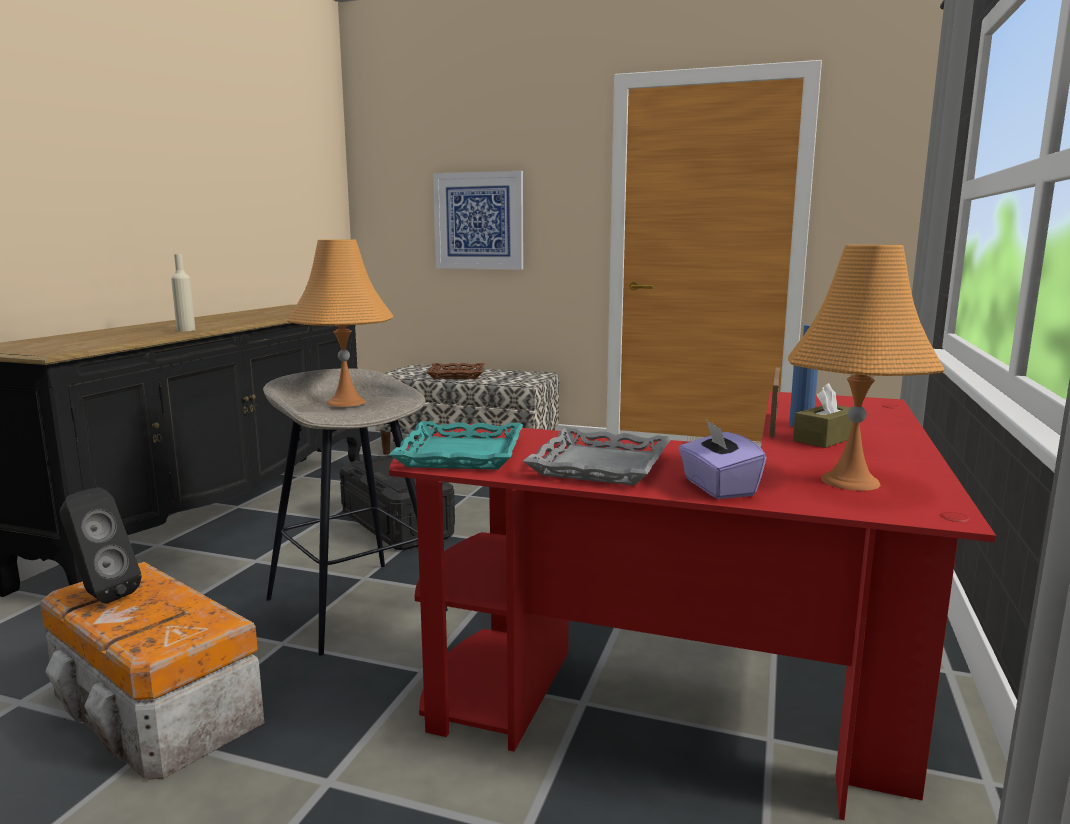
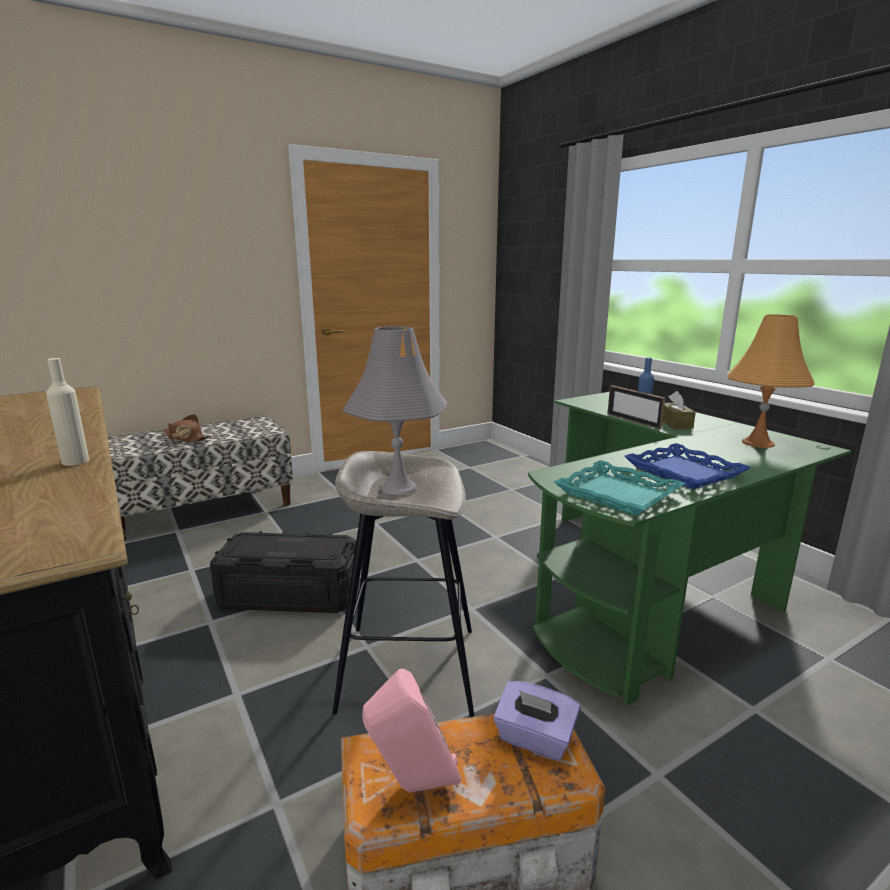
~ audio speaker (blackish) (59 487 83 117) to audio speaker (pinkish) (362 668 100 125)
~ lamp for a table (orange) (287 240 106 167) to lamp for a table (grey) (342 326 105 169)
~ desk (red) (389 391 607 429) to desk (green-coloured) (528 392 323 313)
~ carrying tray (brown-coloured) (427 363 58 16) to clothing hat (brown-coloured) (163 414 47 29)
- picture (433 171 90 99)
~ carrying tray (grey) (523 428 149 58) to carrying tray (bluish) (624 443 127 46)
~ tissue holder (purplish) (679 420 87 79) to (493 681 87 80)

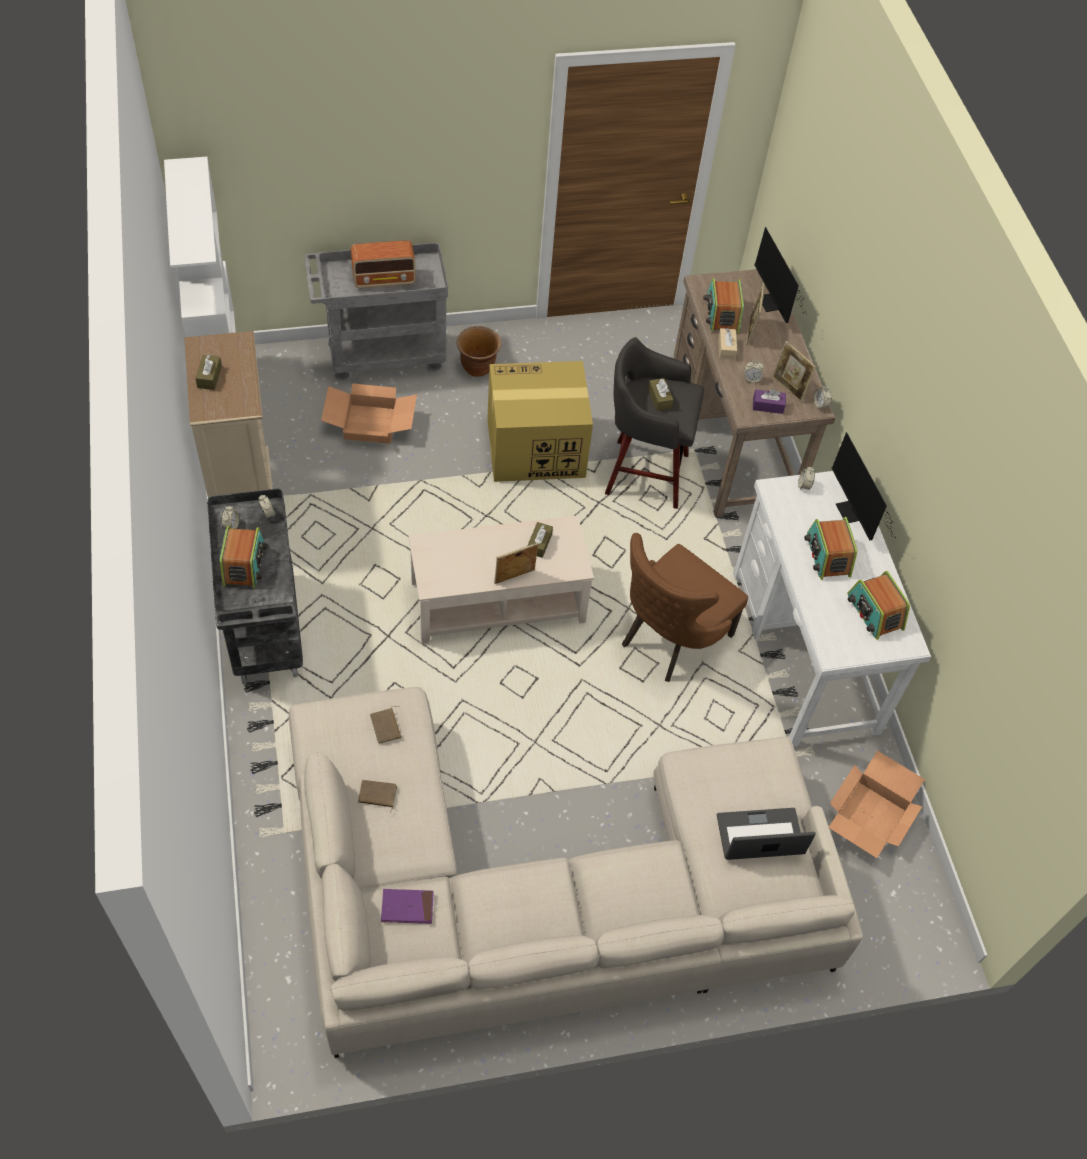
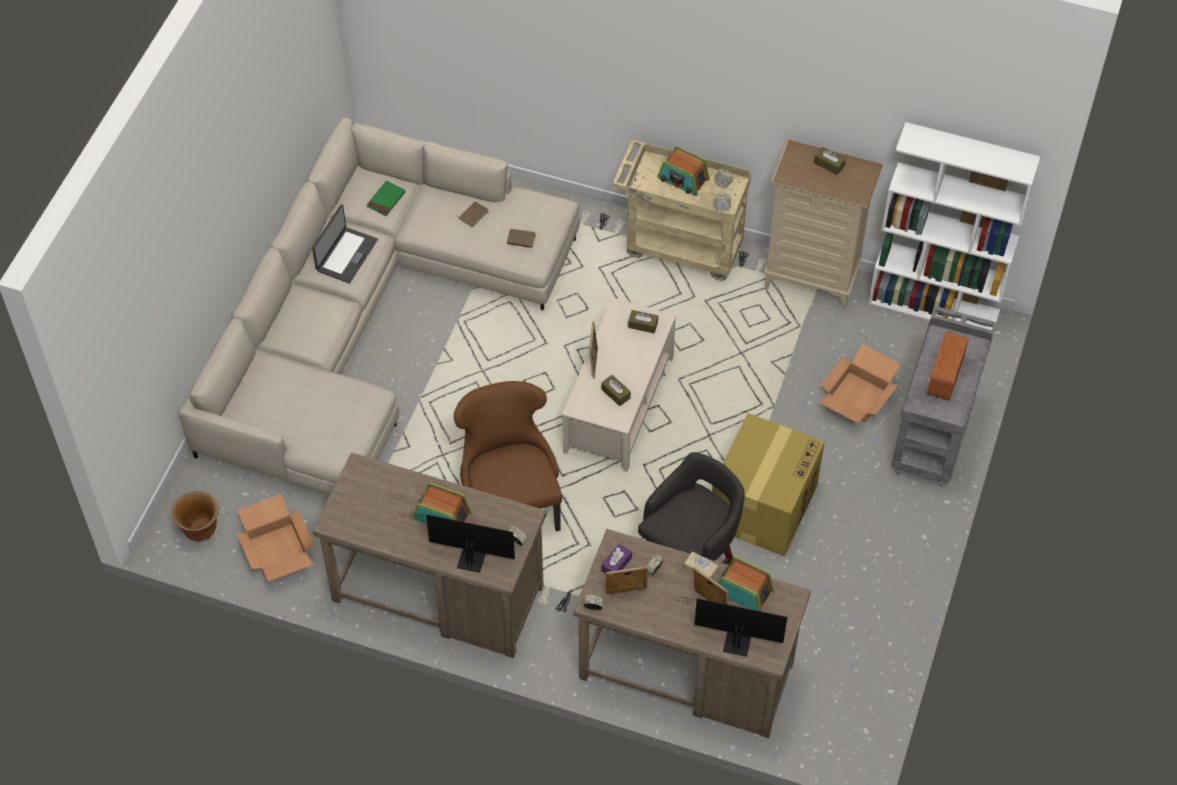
~ trolley (blackish) (207 489 96 195) to trolley (beige-coloured) (613 140 138 141)
~ volume (purplish) (381 889 53 35) to volume (green-coloured) (367 181 39 35)
~ flower pot (brown-coloured) (457 326 44 51) to (172 491 47 50)
~ tissue holder (brown-coloured) (648 378 25 33) to (628 310 30 23)
~ portable computer (717 808 99 52) to (312 204 66 79)
~ desk (white-coloured) (733 471 198 277) to desk (brown-coloured) (313 452 234 206)
- radio (847 571 63 69)

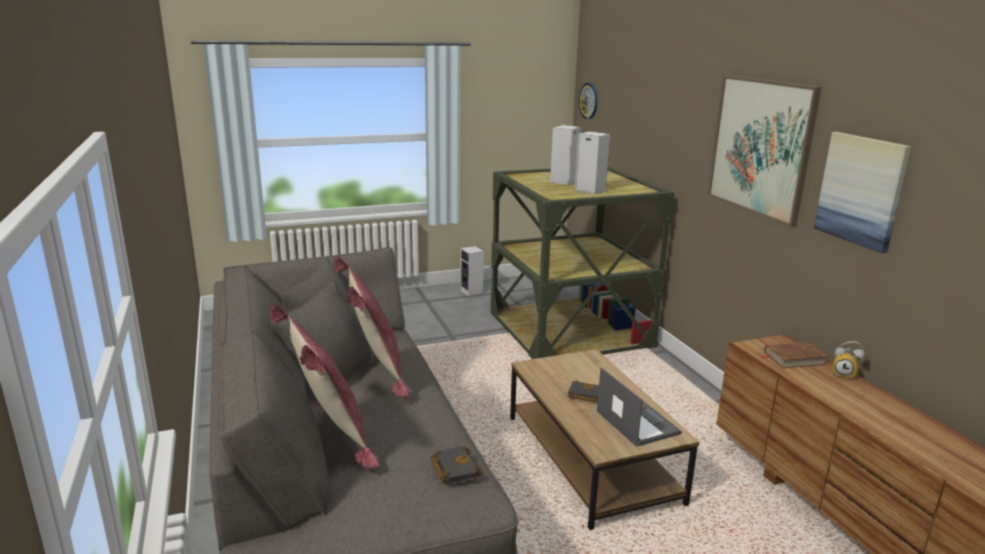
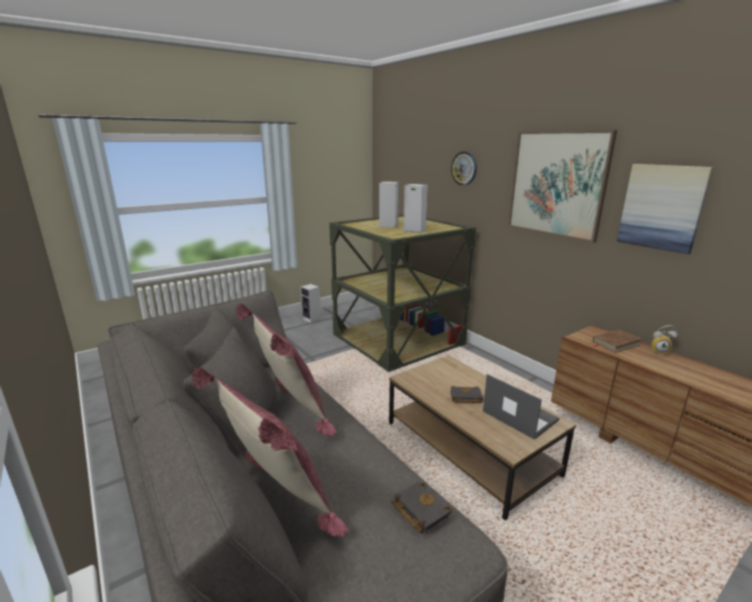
~ hanging clock (579 83 19 36) to (451 151 26 34)

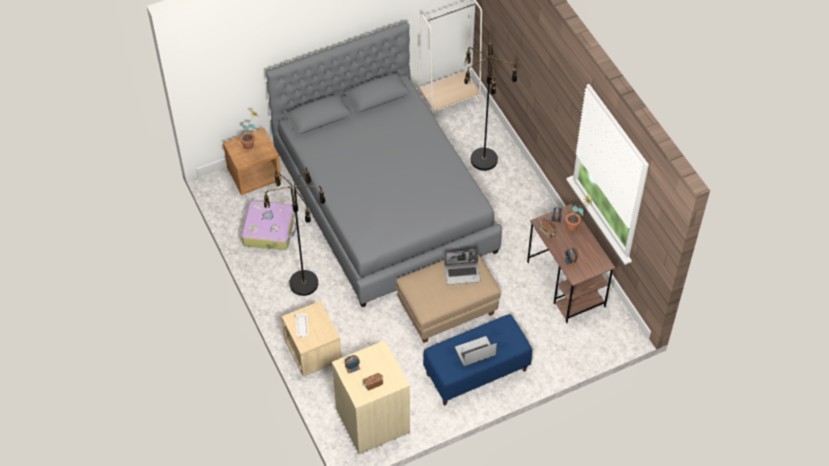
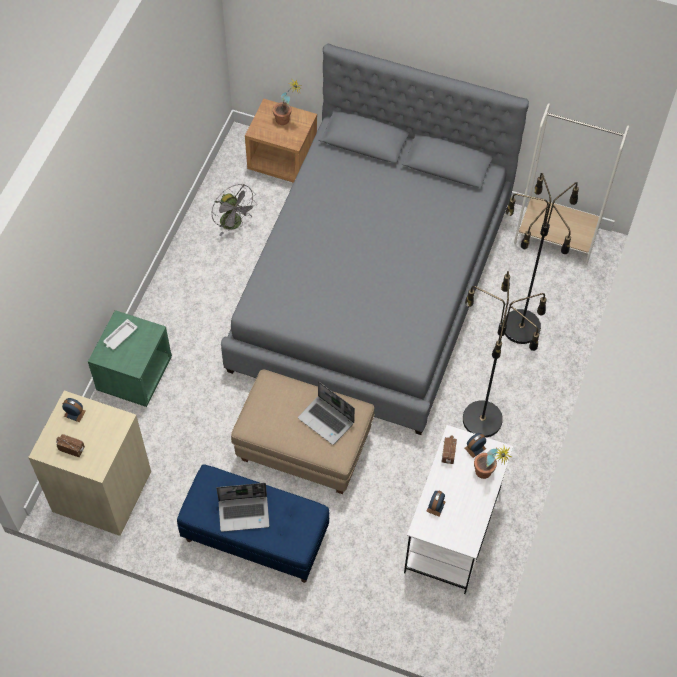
~ travel case (241 201 56 49) to cooling fan (grey) (211 184 46 52)
~ standard lamp (264 167 61 129) to (463 271 84 166)
~ night table (beige-coloured) (282 301 60 76) to night table (green-coloured) (88 310 84 97)
~ portable computer (455 336 42 30) = (216 483 54 49) 150 degrees clockwise
~ desk (brown-coloured) (527 204 88 119) to desk (white-coloured) (404 425 109 169)

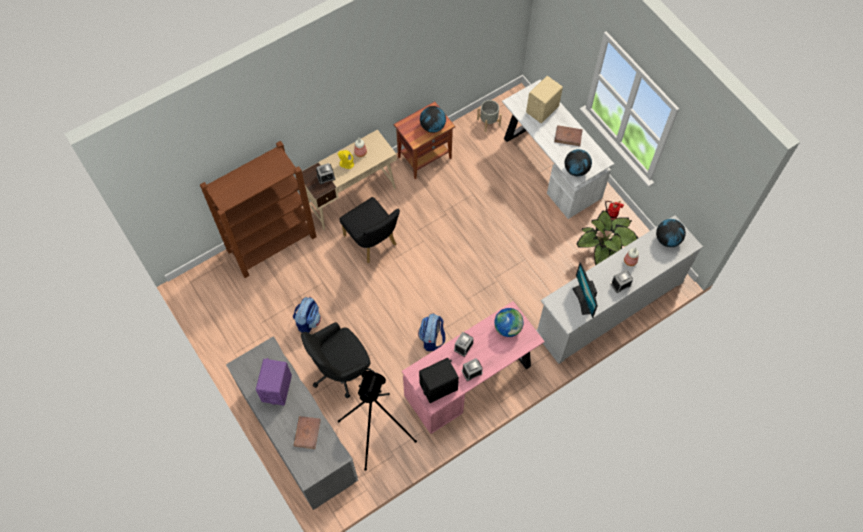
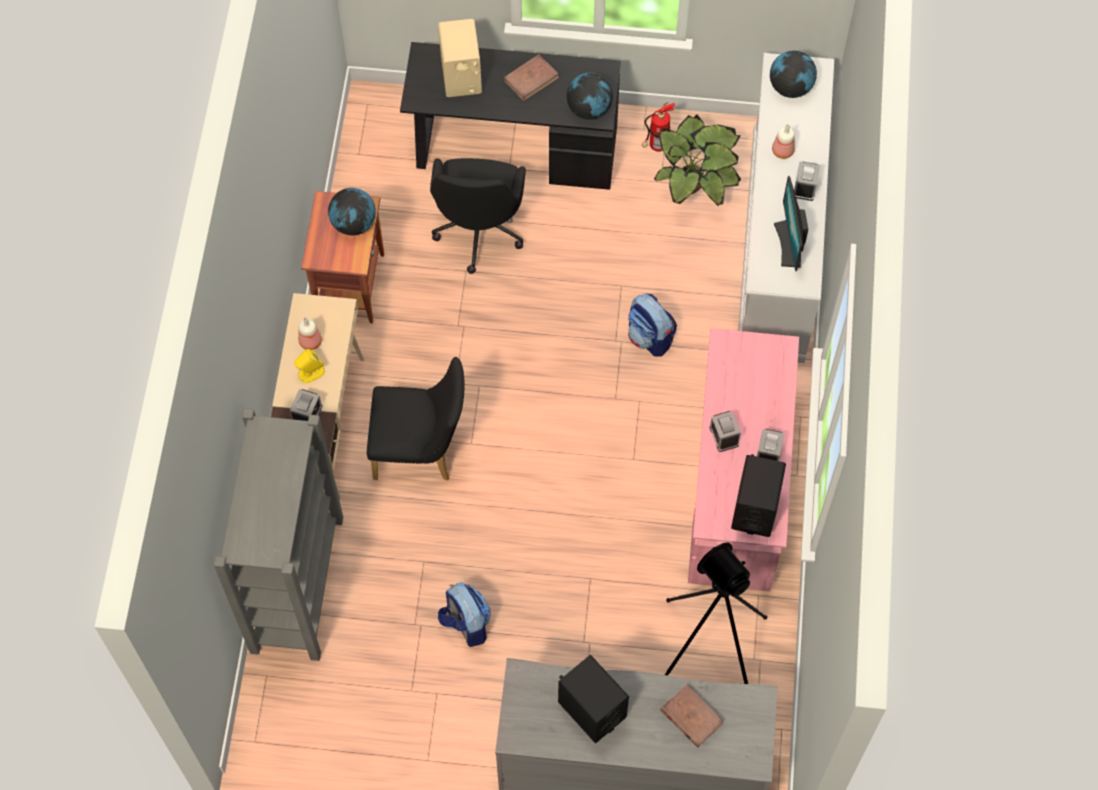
~ shelving unit (brown-coloured) (200 141 117 137) to shelving unit (grey) (213 408 130 253)
~ audio speaker (purplish) (256 358 36 48) to audio speaker (blackish) (558 655 71 88)
~ office chair (blackish) (301 322 72 76) to (430 158 96 116)
~ backpack (418 313 27 38) to (628 293 49 64)
- flower pot (grey) (477 100 25 32)
- world globe (494 308 30 29)
~ desk (white-coloured) (502 80 112 139) to desk (blackish) (400 42 221 148)
~ computer display (572 262 26 56) = (774 176 34 95) 60 degrees clockwise

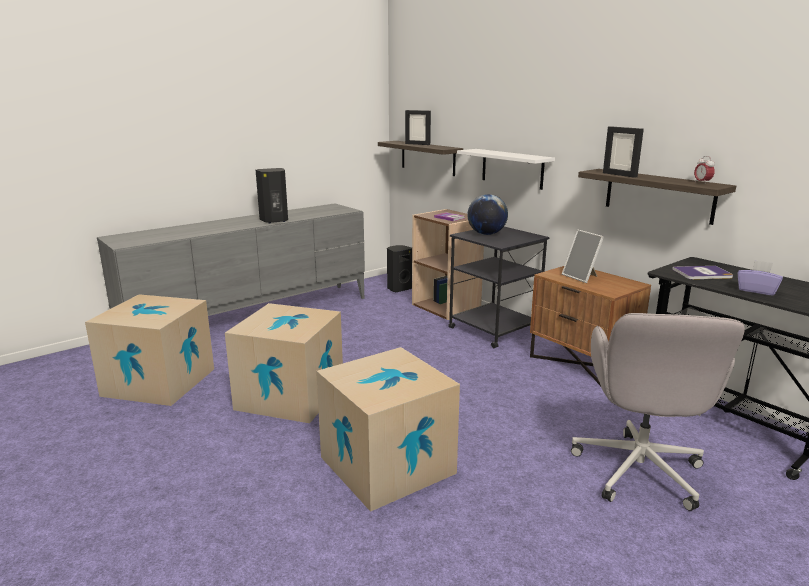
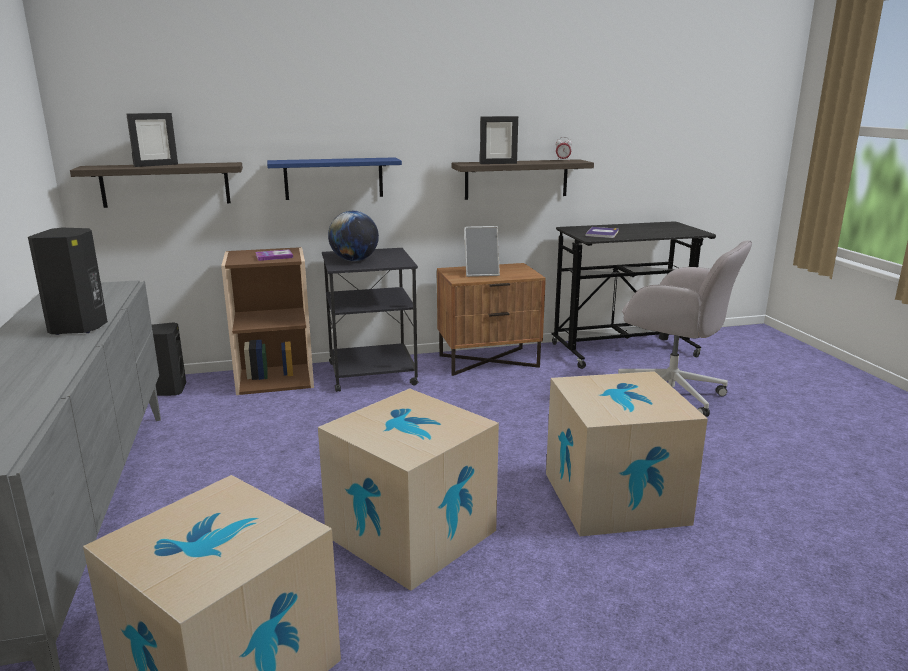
~ shelf (white-coloured) (457 149 98 41) to shelf (bluish) (267 157 135 43)
- tissue holder (purplish) (738 260 45 36)

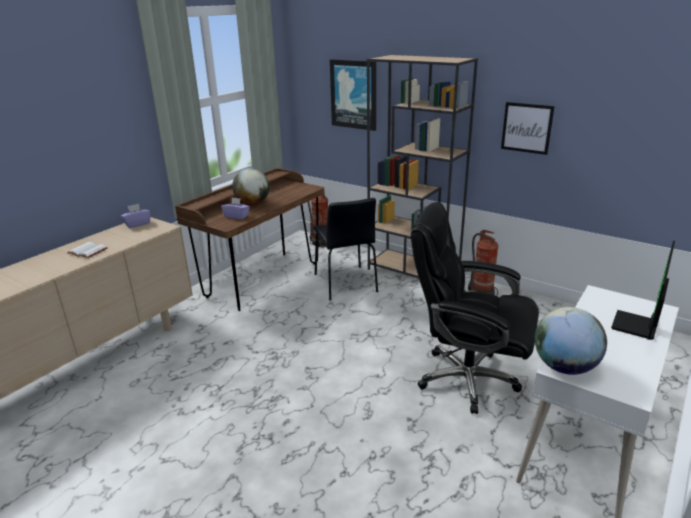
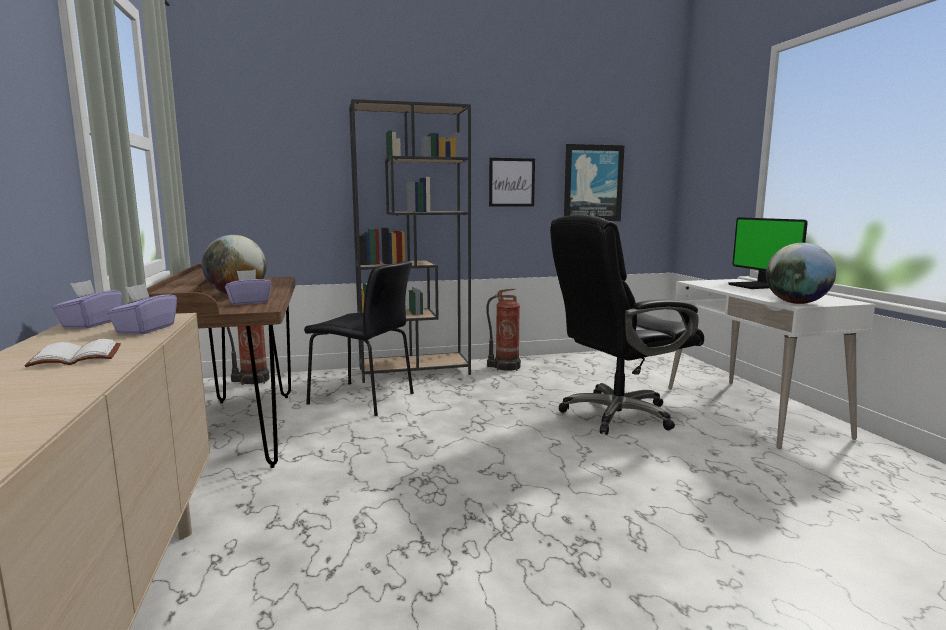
~ picture (330 59 46 72) to (564 144 61 77)
+ tissue holder (purplish) (106 283 71 52)

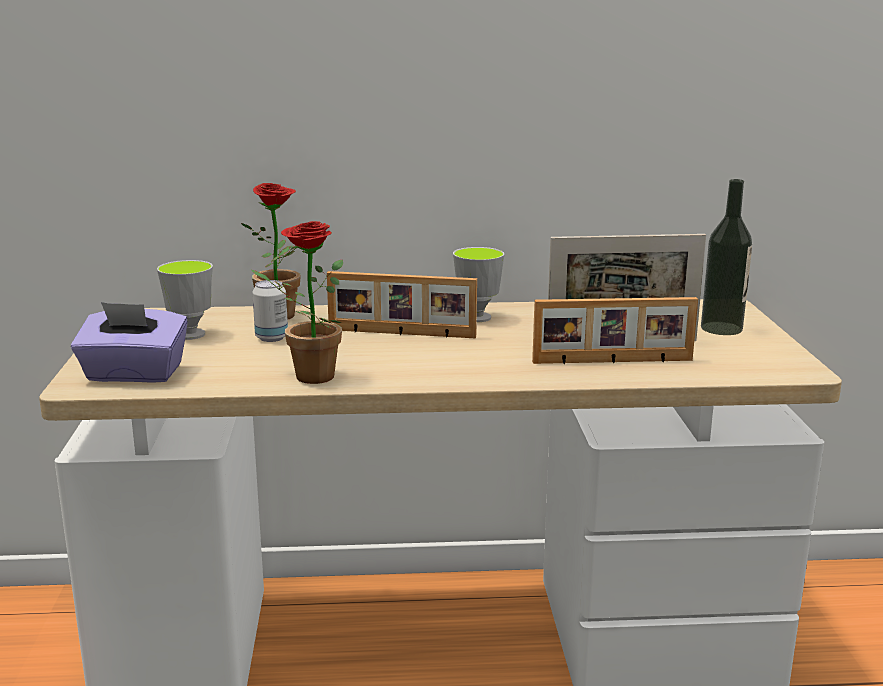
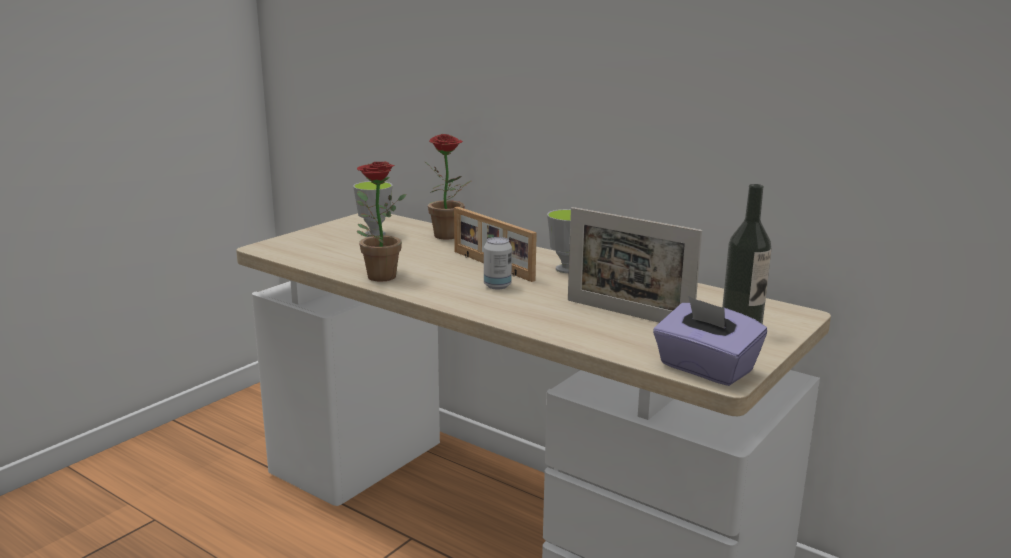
~ tissue holder (purplish) (71 302 117 81) to (653 296 114 90)
~ metal can (252 280 36 62) to (484 237 28 53)
- photo frame (532 297 166 67)

